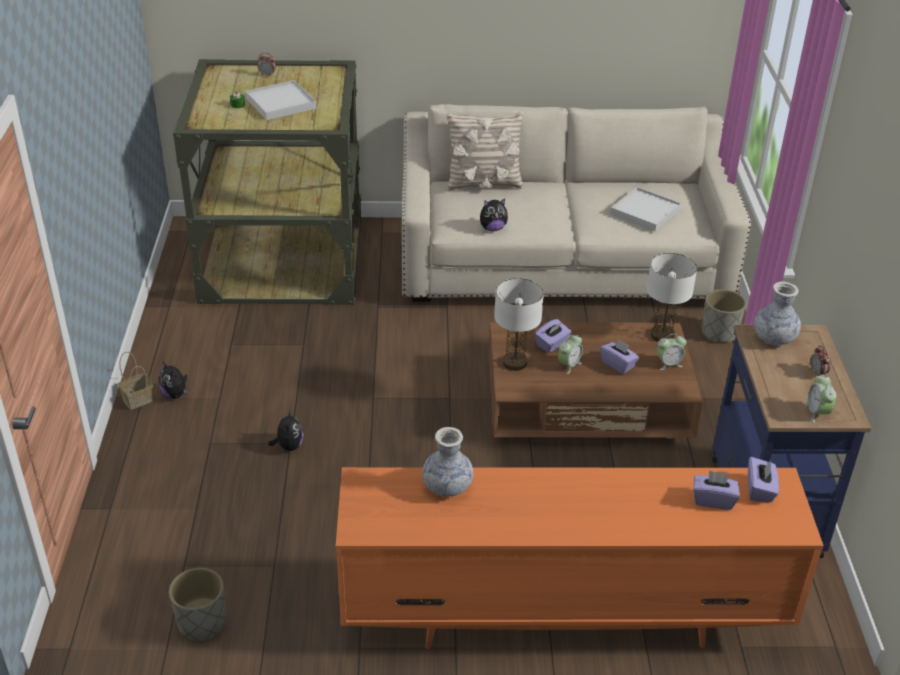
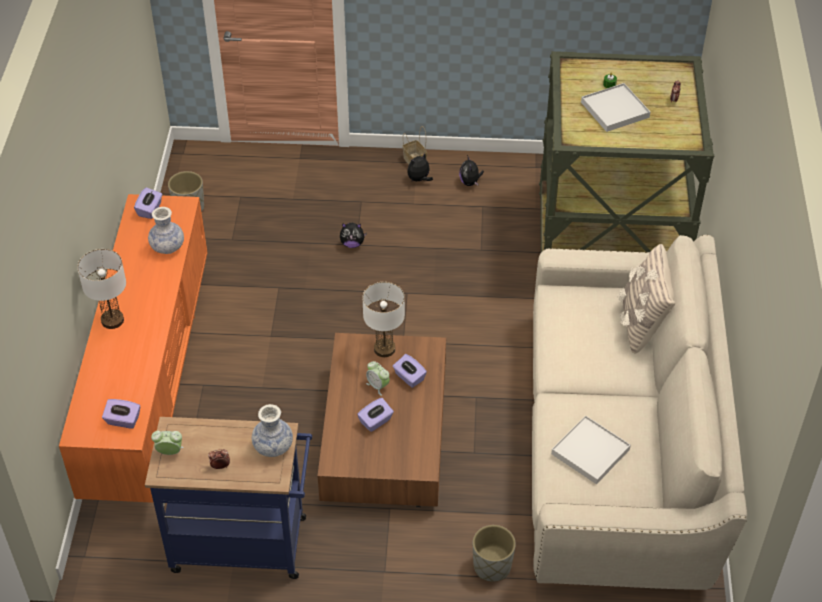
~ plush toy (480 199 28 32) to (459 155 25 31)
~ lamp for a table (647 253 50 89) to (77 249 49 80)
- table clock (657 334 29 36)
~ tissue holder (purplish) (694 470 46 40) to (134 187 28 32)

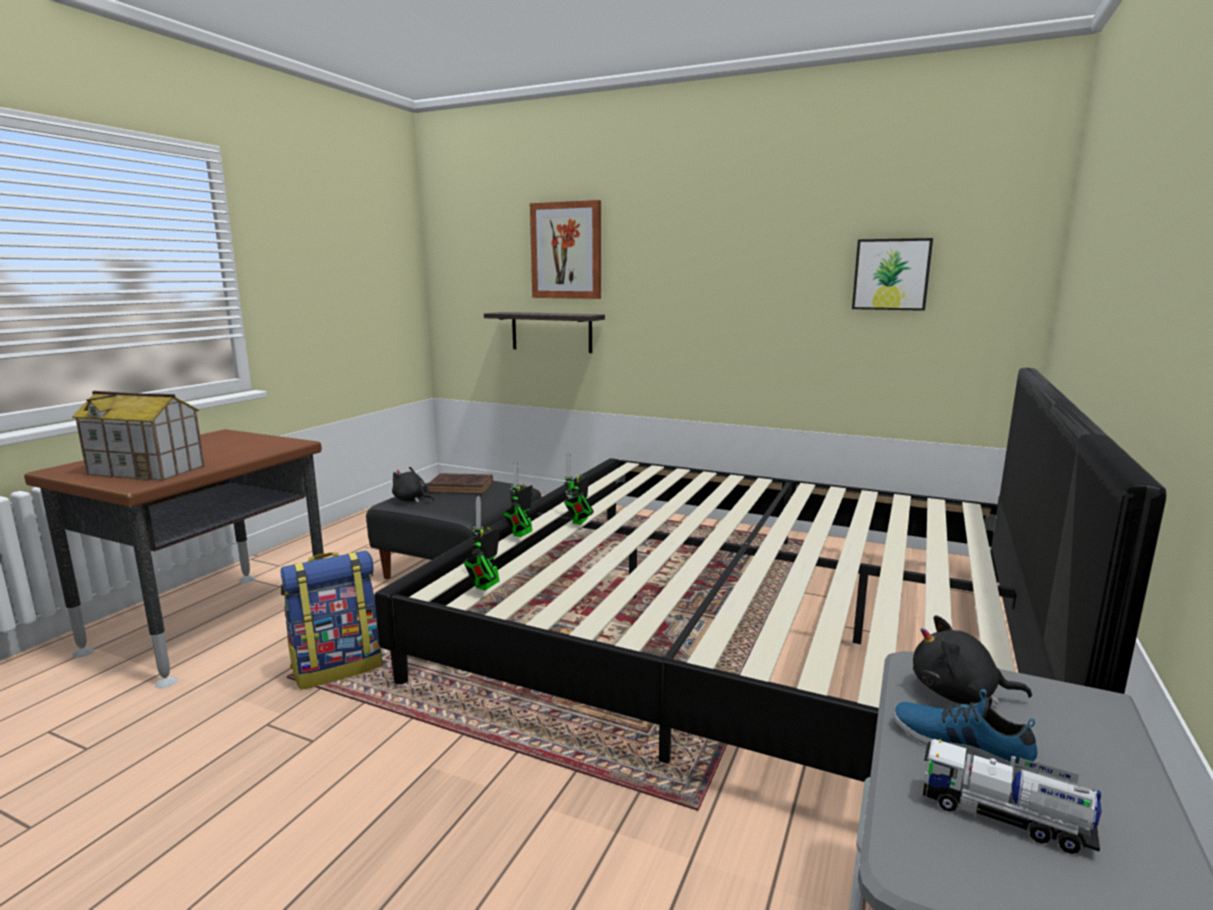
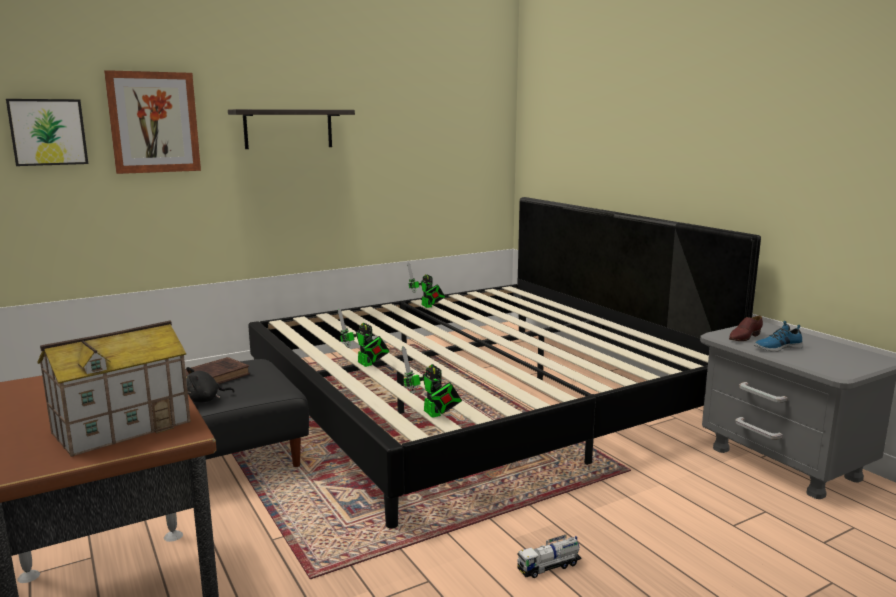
- backpack (280 551 102 139)
~ shelf (484 312 121 41) to (228 109 127 40)
~ robot figure (503 459 30 78) to (407 262 38 46)
~ picture (852 238 81 73) to (6 99 82 67)
~ plush toy (blackish) (913 615 119 90) to shoe (brown-coloured) (729 316 34 25)
~ toy truck (923 739 179 115) to (517 534 64 44)

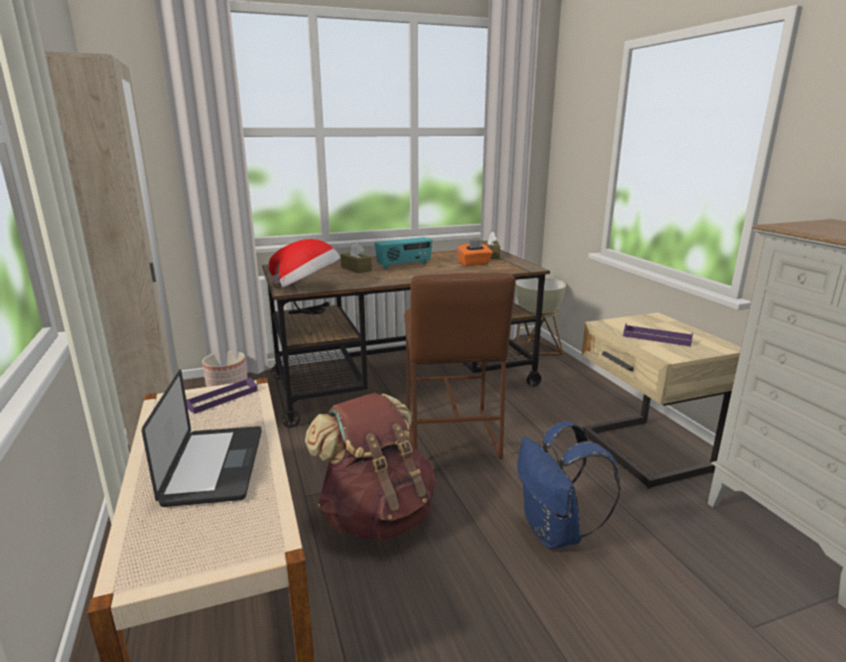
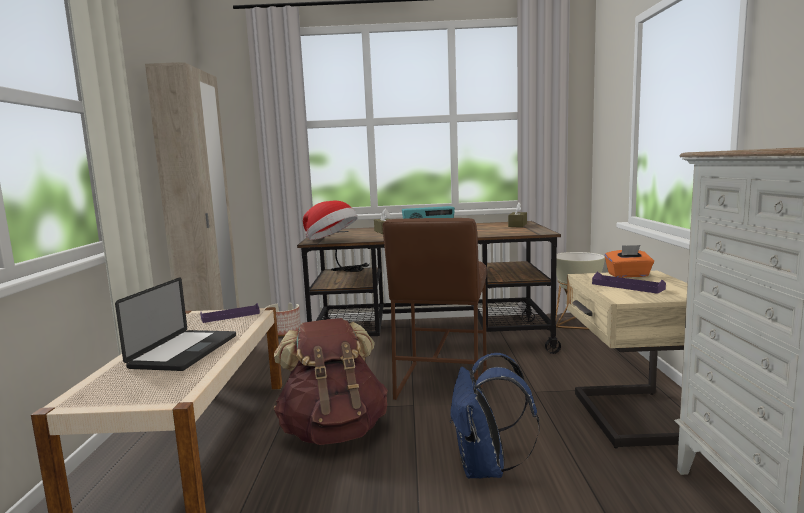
~ tissue holder (orange) (457 240 36 26) to (605 245 49 33)

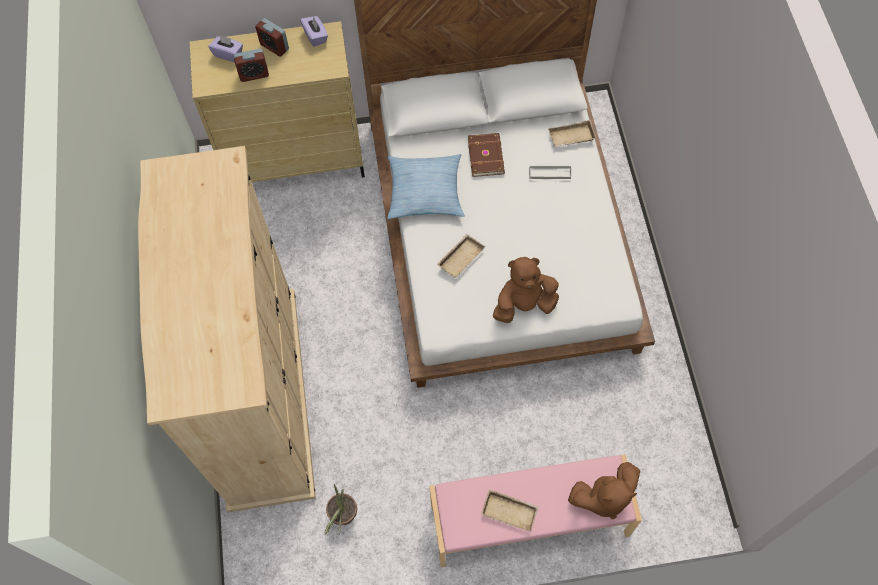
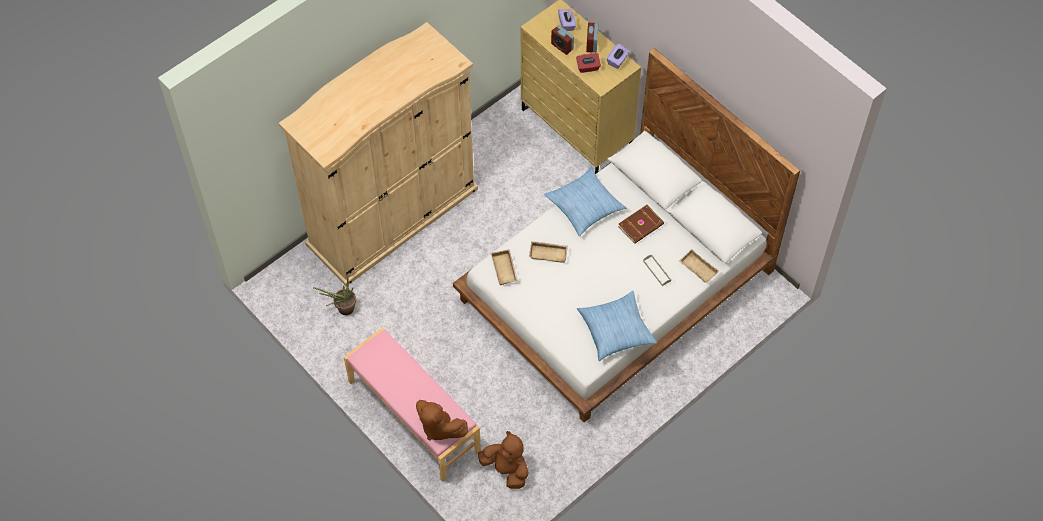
~ carrying tray (beige-coloured) (481 489 58 43) to (491 249 27 36)
~ plush toy (brown-coloured) (493 257 66 66) to (478 431 50 58)
+ tissue holder (red) (576 53 25 20)
+ throw pillow (577 291 80 70)

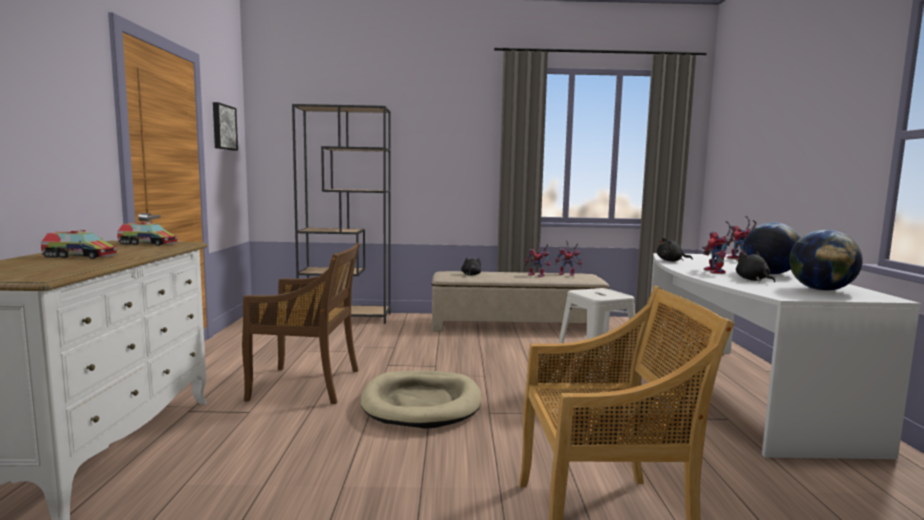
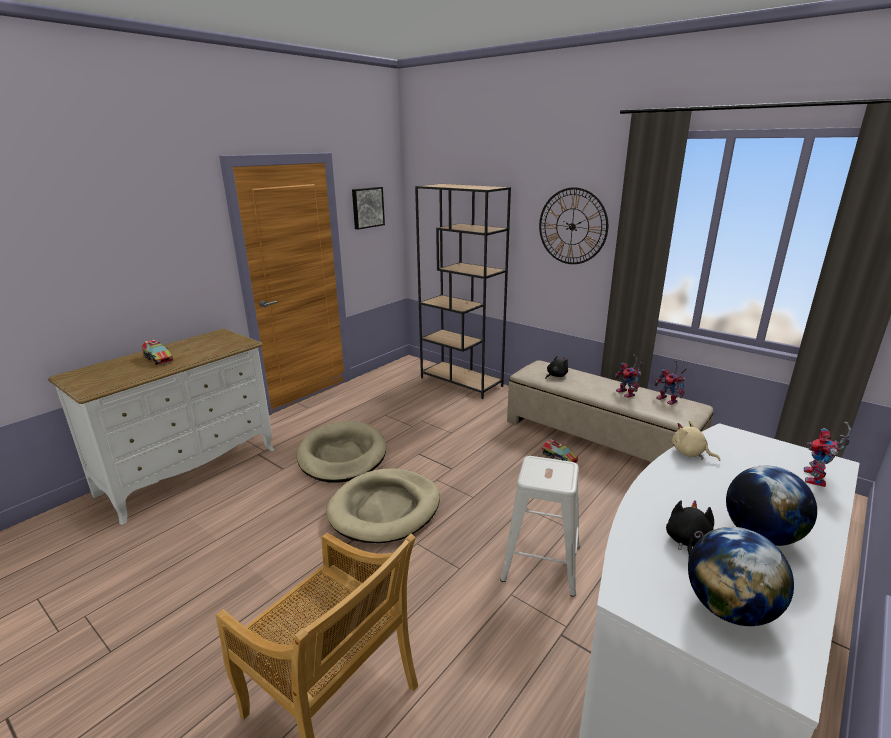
~ toy truck (117 222 61 24) to (542 439 36 24)
~ plain chair (brown-coloured) (242 243 118 161) to pet bed (beige-coloured) (297 421 89 62)
~ plush toy (blackish) (657 238 36 23) to plush toy (beige-coloured) (672 420 48 41)
- robot figure (702 221 33 53)
+ hanging clock (539 187 69 77)

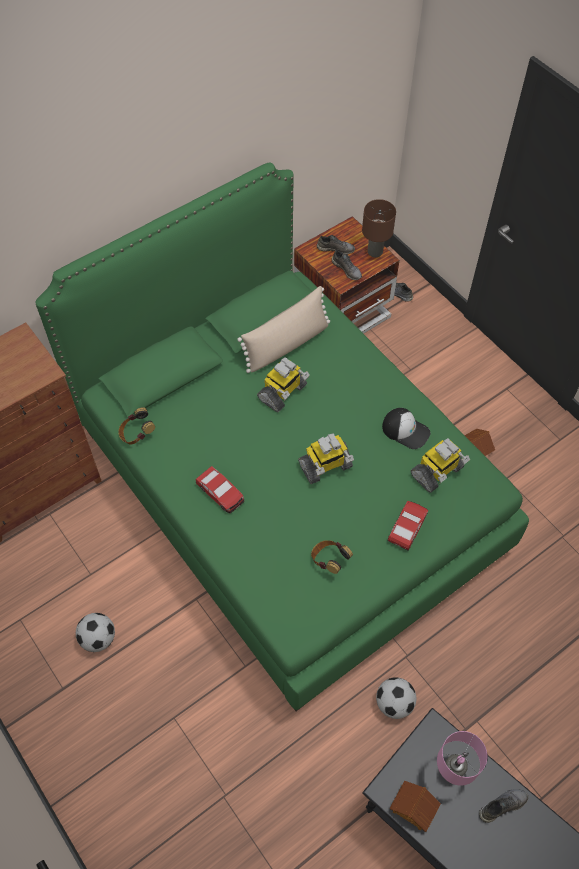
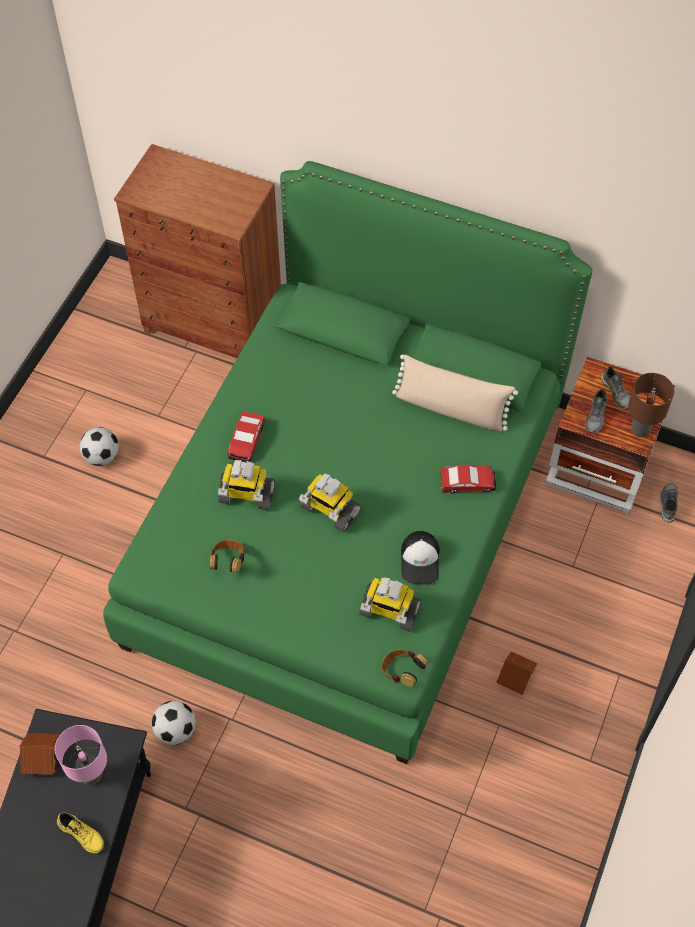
~ headphones (118 407 37 37) to (381 650 47 37)
~ robot figure (257 357 53 55) to (218 460 57 50)
~ toy car (387 501 41 50) to (440 465 56 29)
~ shoe (grey) (479 789 49 34) to shoe (yellowish) (57 813 47 40)

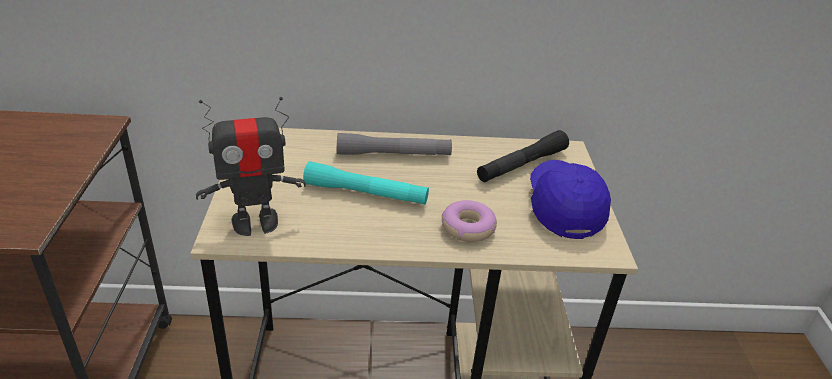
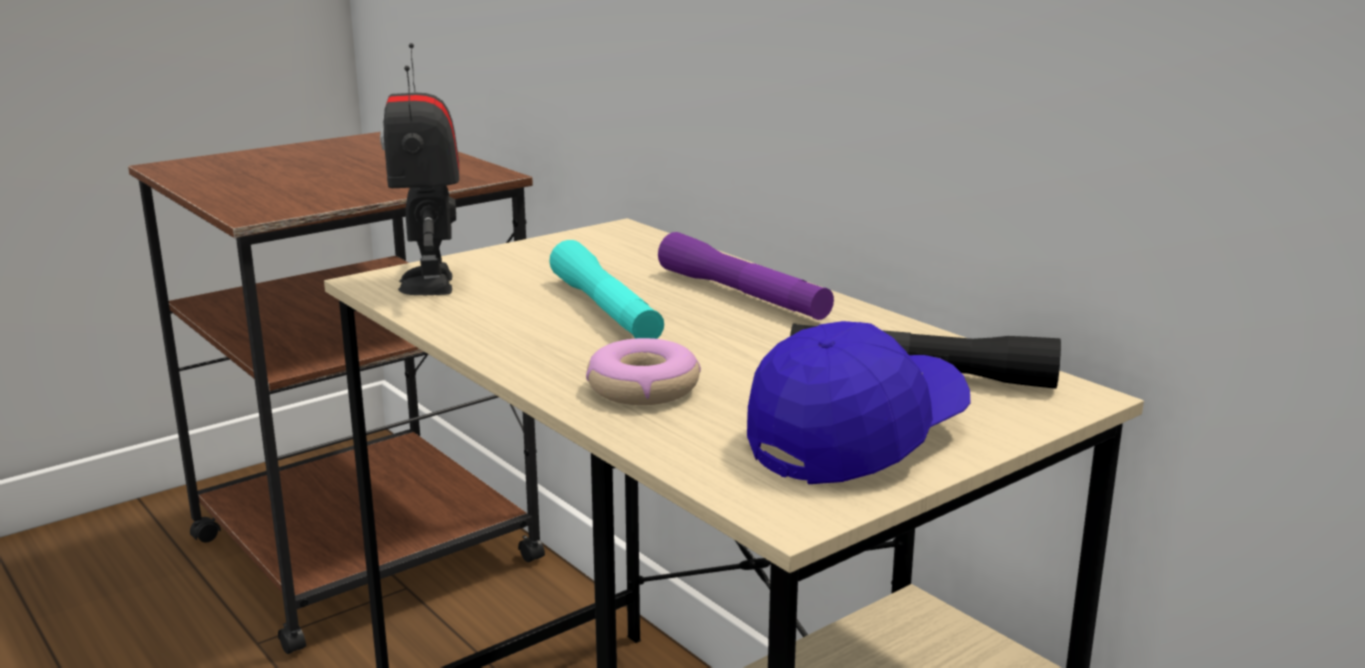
~ robot figure (196 97 110 139) = (380 43 79 252) 45 degrees clockwise
~ flashlight (grey) (337 133 115 22) to flashlight (purplish) (658 232 176 88)

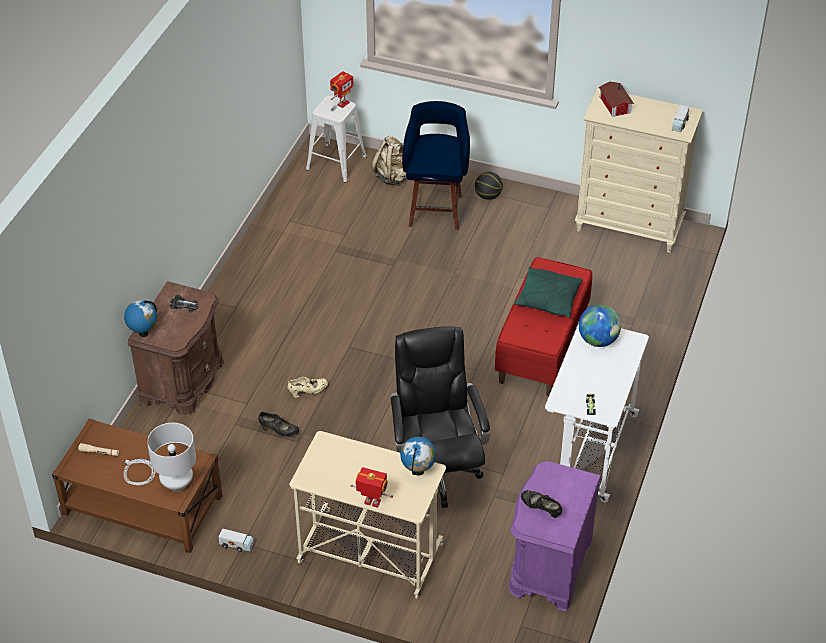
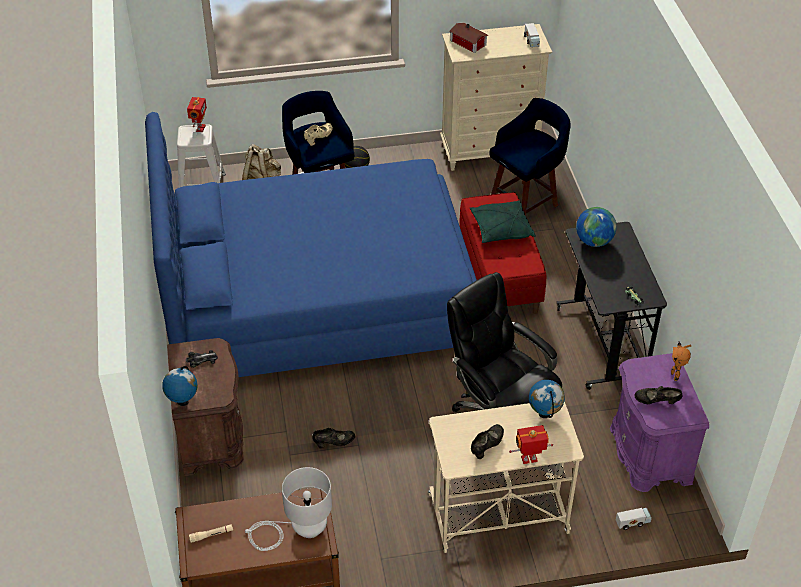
~ toy truck (218 528 36 24) to (616 508 36 22)
~ shoe (beige-coloured) (288 377 40 21) to (304 123 29 23)
~ desk (white-coloured) (545 323 104 180) to desk (blackish) (557 222 110 168)
+ bedroom bed (bluish) (145 112 332 265)
+ shoe (blackish) (471 424 33 35)
+ sitting stool (bluish) (490 98 81 118)
+ robot figure (671 341 21 40)

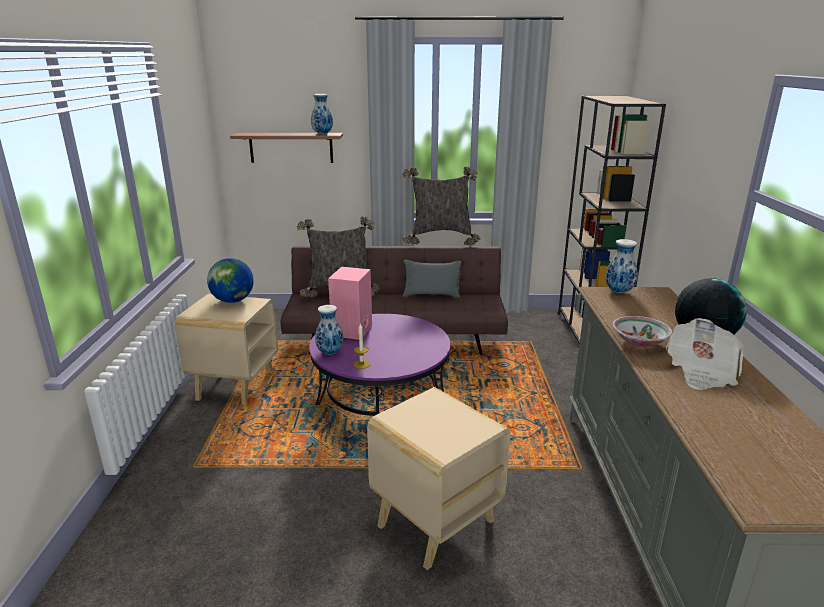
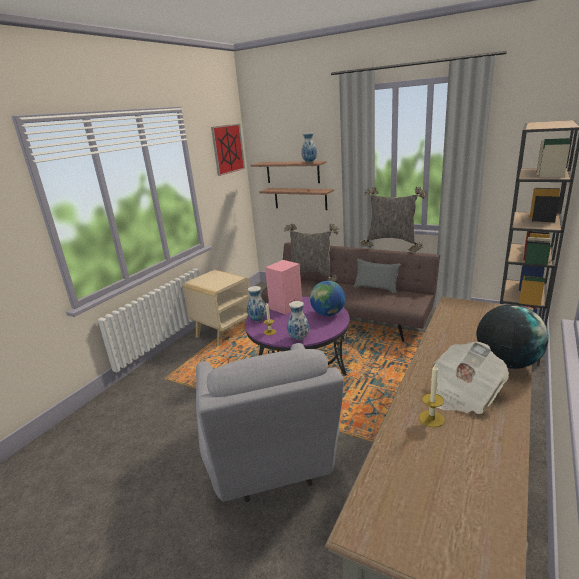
~ world globe (207 258 47 45) to (310 281 35 35)
~ end table (beige-coloured) (367 387 143 183) to easy chair (grey) (196 343 148 159)
~ decorative vase (606 239 32 54) to (287 301 22 39)
- bowl (612 316 61 32)
+ picture (211 124 34 52)
+ shelf (259 188 75 22)
+ candle (419 363 25 64)

